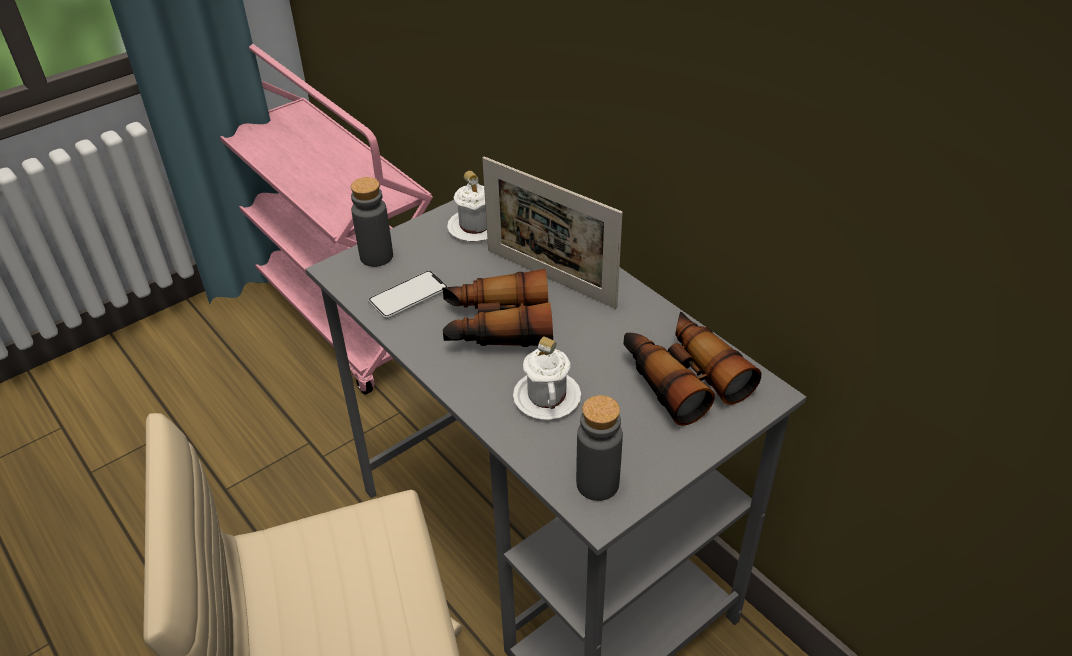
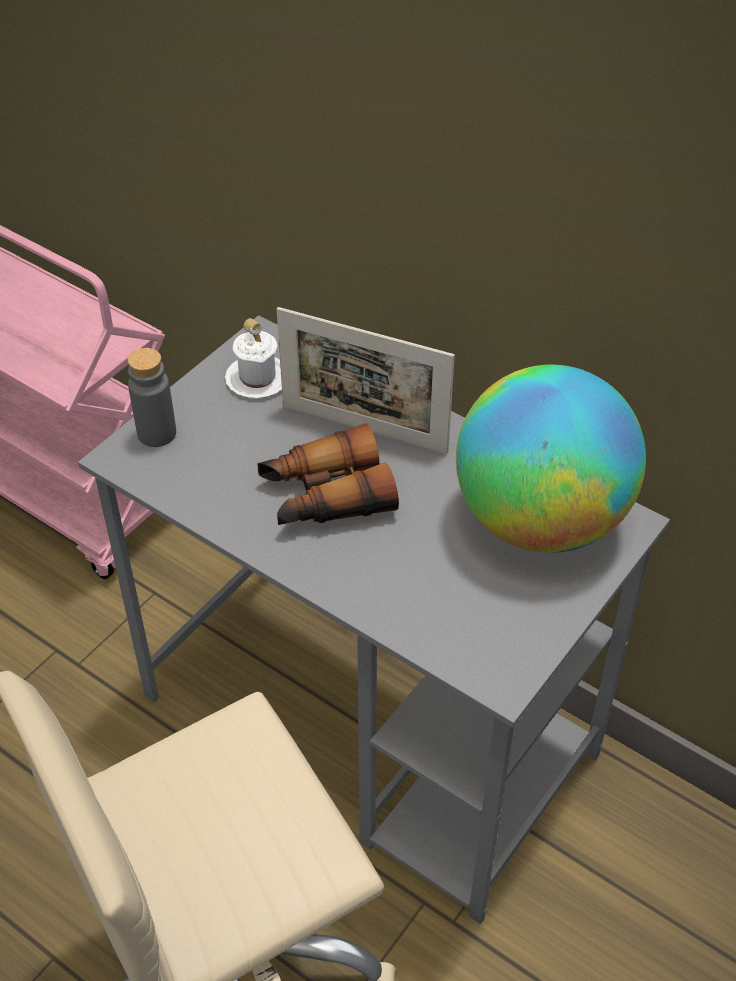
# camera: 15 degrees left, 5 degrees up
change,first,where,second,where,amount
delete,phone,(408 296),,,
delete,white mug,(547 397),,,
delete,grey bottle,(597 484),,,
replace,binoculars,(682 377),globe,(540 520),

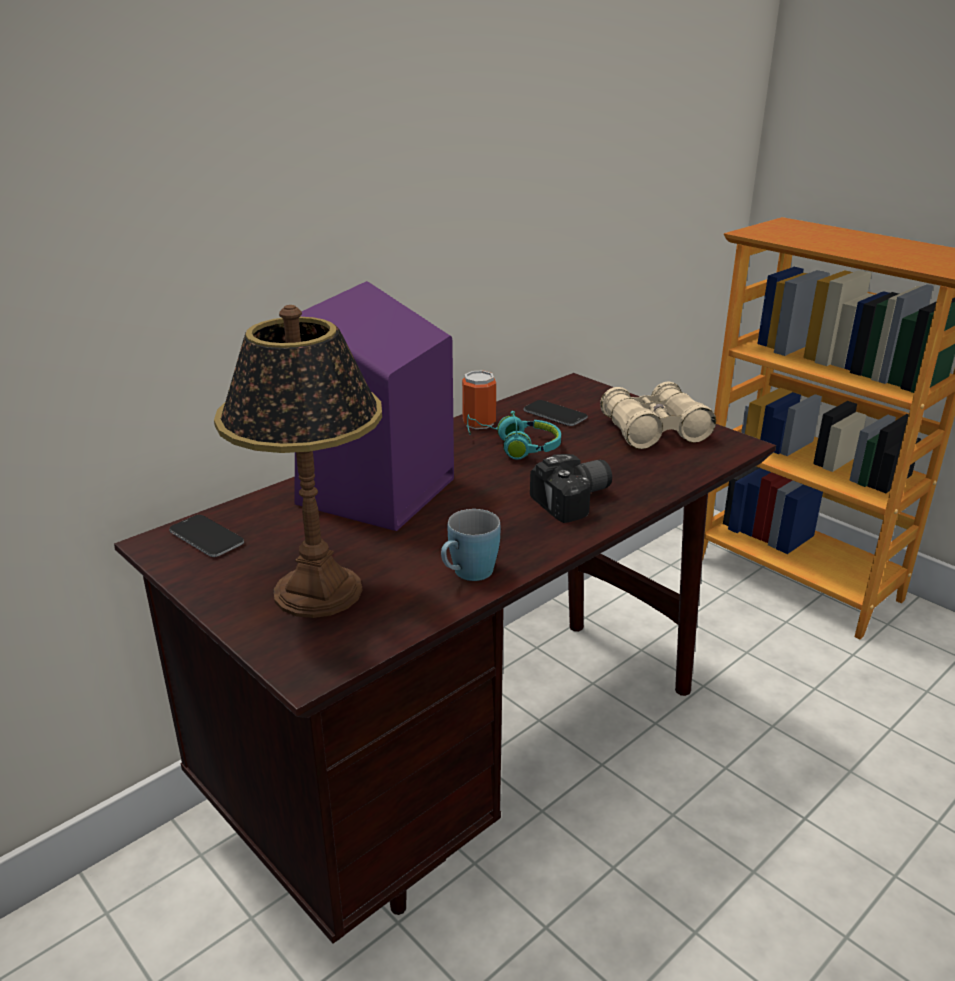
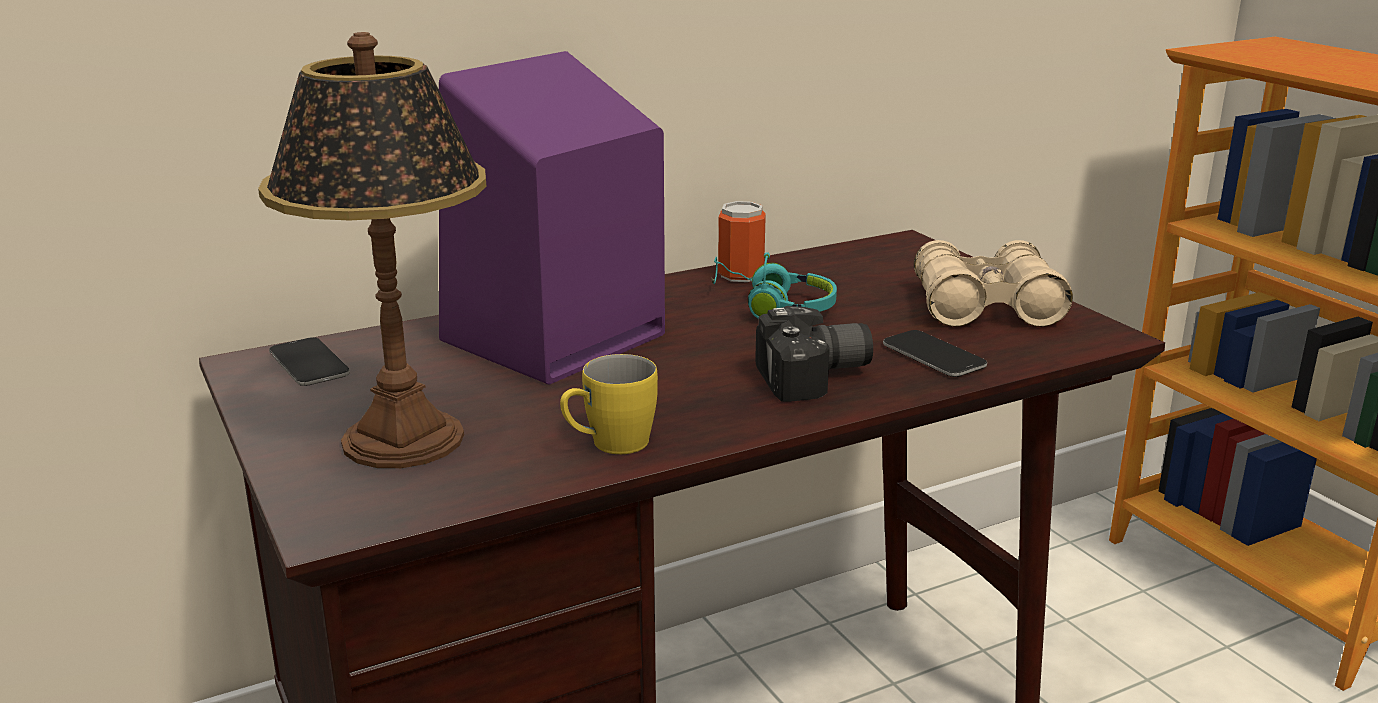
# camera: 15 degrees right, 5 degrees down
change,first,where,second,where,amount
recolor,blue mug,(467 575),yellow mug,(609 446),
move,phone,(555 414),,(933 356),

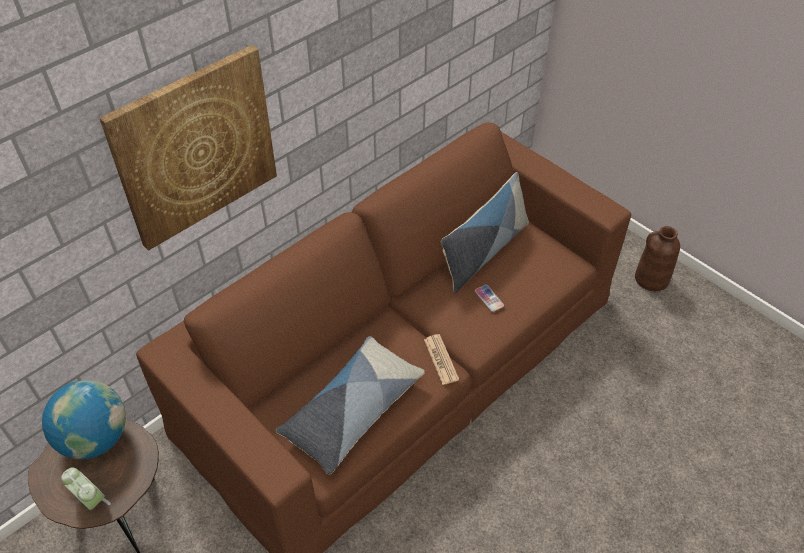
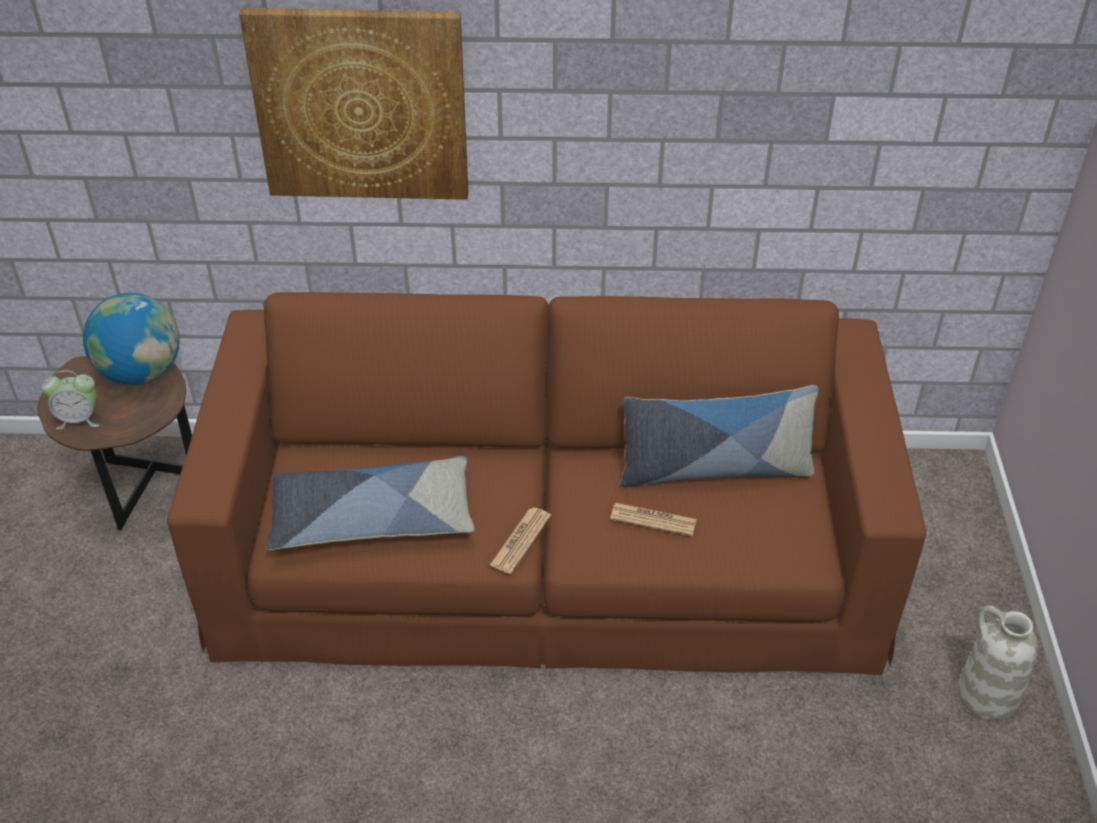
# camera: 45 degrees right, 5 degrees down
change,first,where,second,where,amount
rotate,alarm clock,(91 500),,(79 419),90 degrees clockwise
replace,phone,(489 298),newspaper,(653 520),
recolor,brown vase,(651 279),white vase,(986 695),

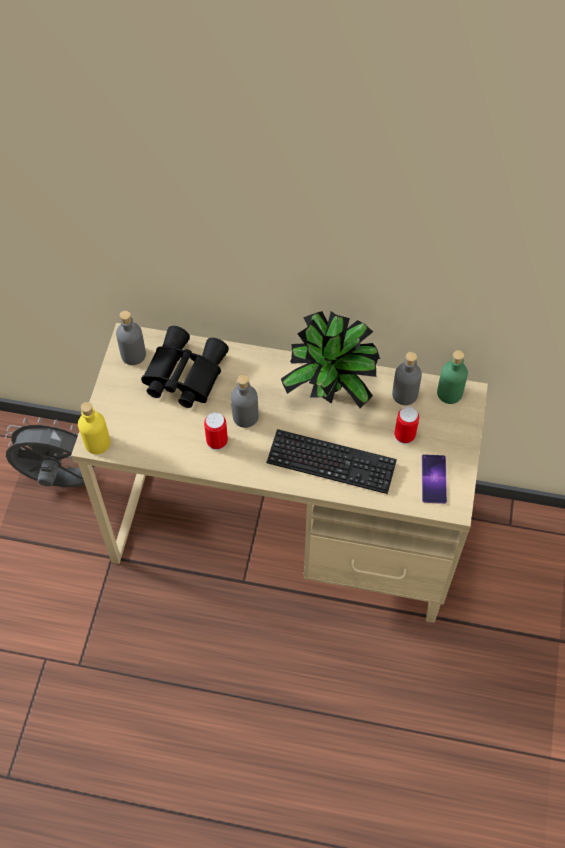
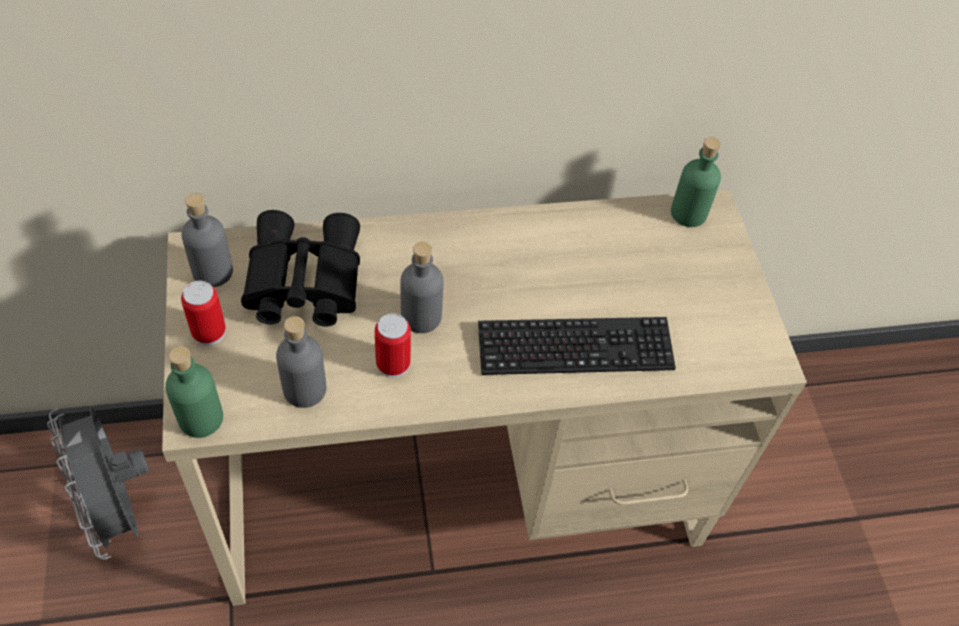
# camera: 25 degrees left, 5 degrees down
change,first,where,second,where,amount
rotate,grey fan,(61 481),,(118 510),105 degrees counterclockwise
recolor,yellow bottle,(97 443),green bottle,(201 418),
delete,potted plant,(331 391),,,
move,grey bottle,(404 394),,(304 389),
move,can,(404 435),,(209 332),
delete,phone,(433 479),,,

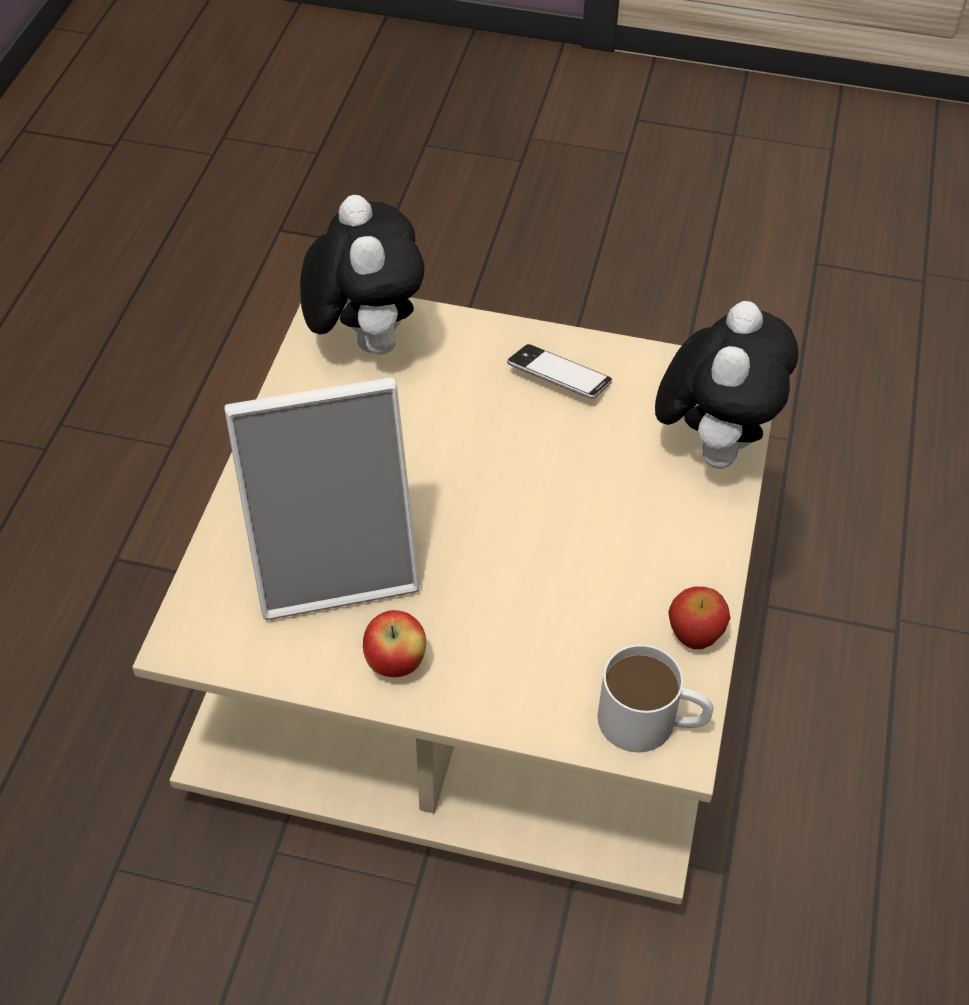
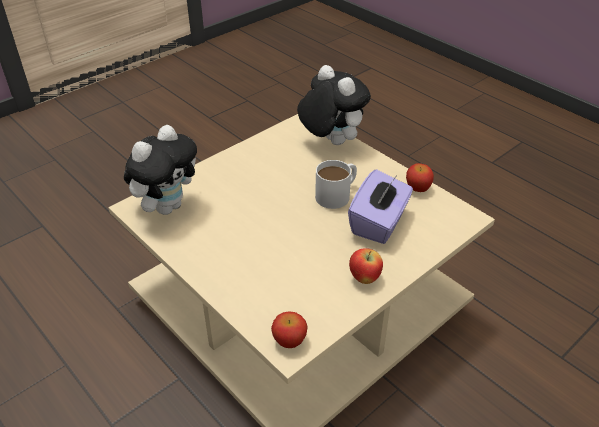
# camera: 55 degrees left, 10 degrees down
change,first,where,second,where,amount
delete,picture frame,(334 561),,,
rotate,plush toy,(364 339),,(167 206),105 degrees clockwise
delete,phone,(559 378),,,
move,white mug,(652 722),,(337 194),
insert,,,apple,(289 341),
insert,,,purple tissue box,(379 223),

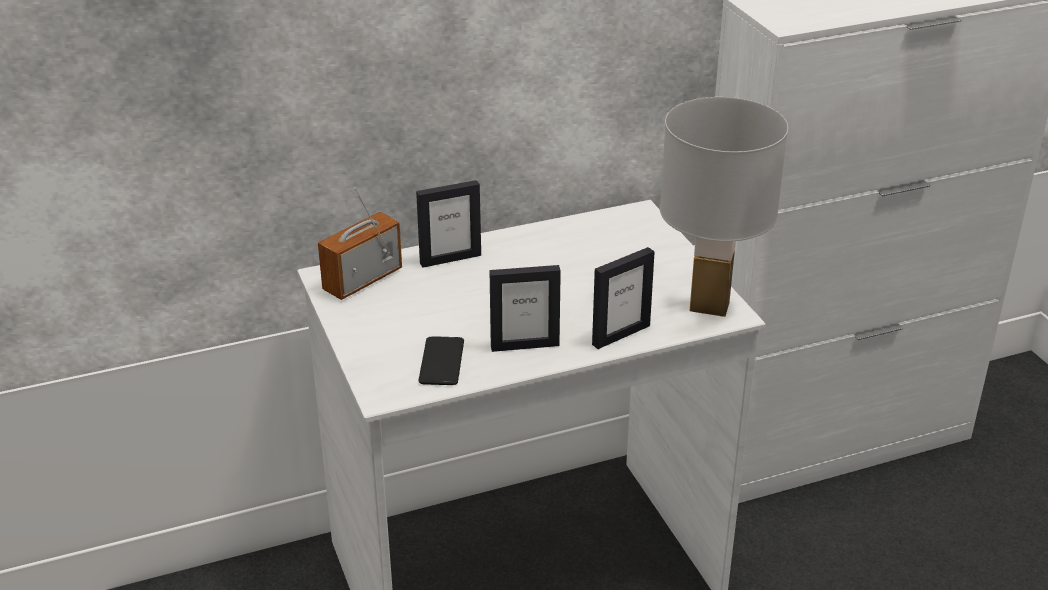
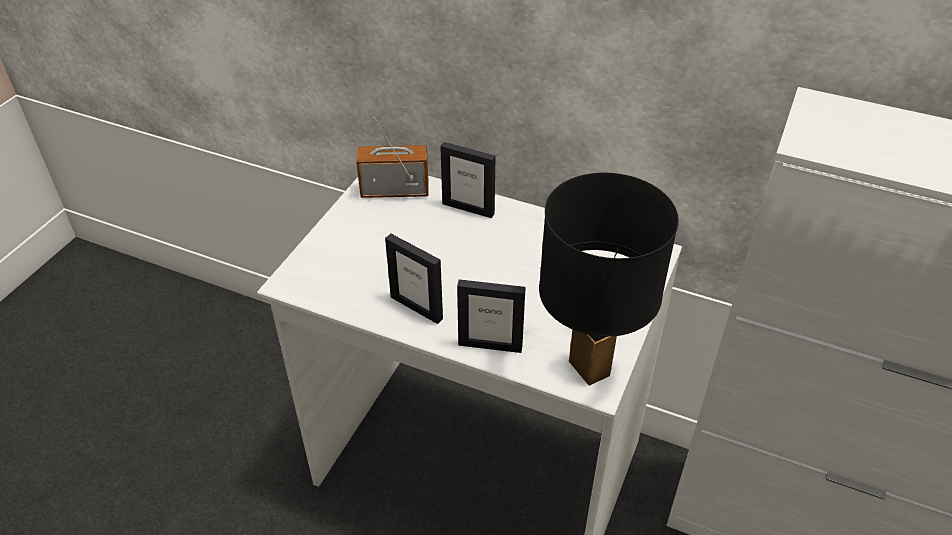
# camera: 45 degrees right, 10 degrees up
change,first,where,second,where,amount
delete,phone,(441 362),,,
recolor,white table lamp,(708 307),black table lamp,(587 368),

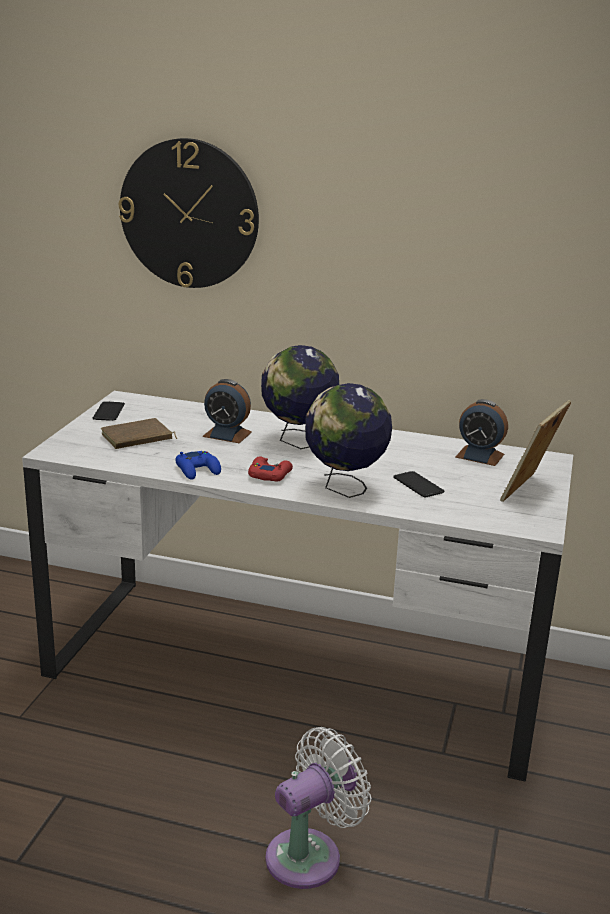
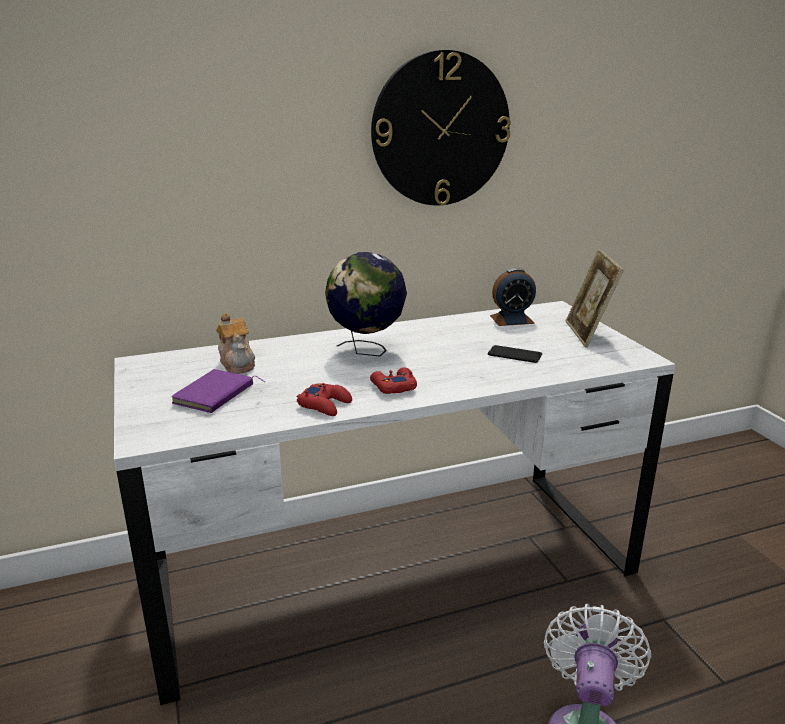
# camera: 35 degrees left, 0 degrees up
change,first,where,second,where,amount
delete,phone,(109 412),,,
recolor,brown book,(137 438),purple book,(216 395),
move,wall clock,(189 214),,(440 130),
recolor,blue game controller,(198 470),red game controller,(325 405),
delete,alarm clock,(227 434),,,
delete,globe,(344 488),,,
insert,,,teapot,(238 363),

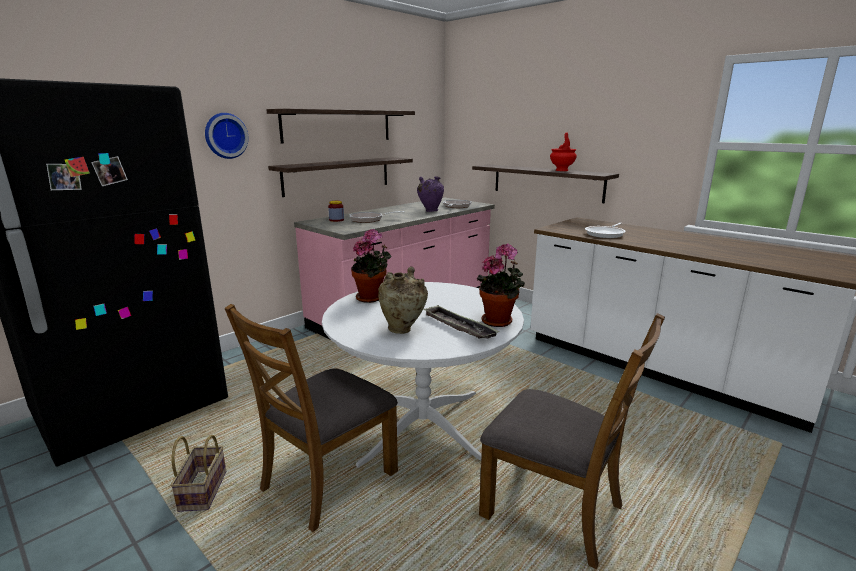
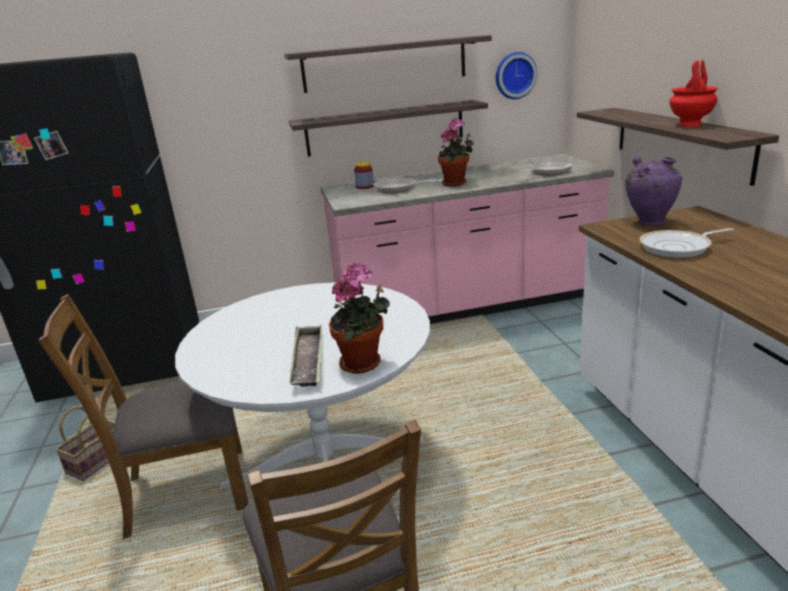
# camera: 35 degrees right, 5 degrees up
change,first,where,second,where,amount
move,wall clock,(225 135),,(514 75),
move,potted plant,(372 298),,(456 183),
delete,beige vase,(403 329),,,
move,purple vase,(430 211),,(649 222),

